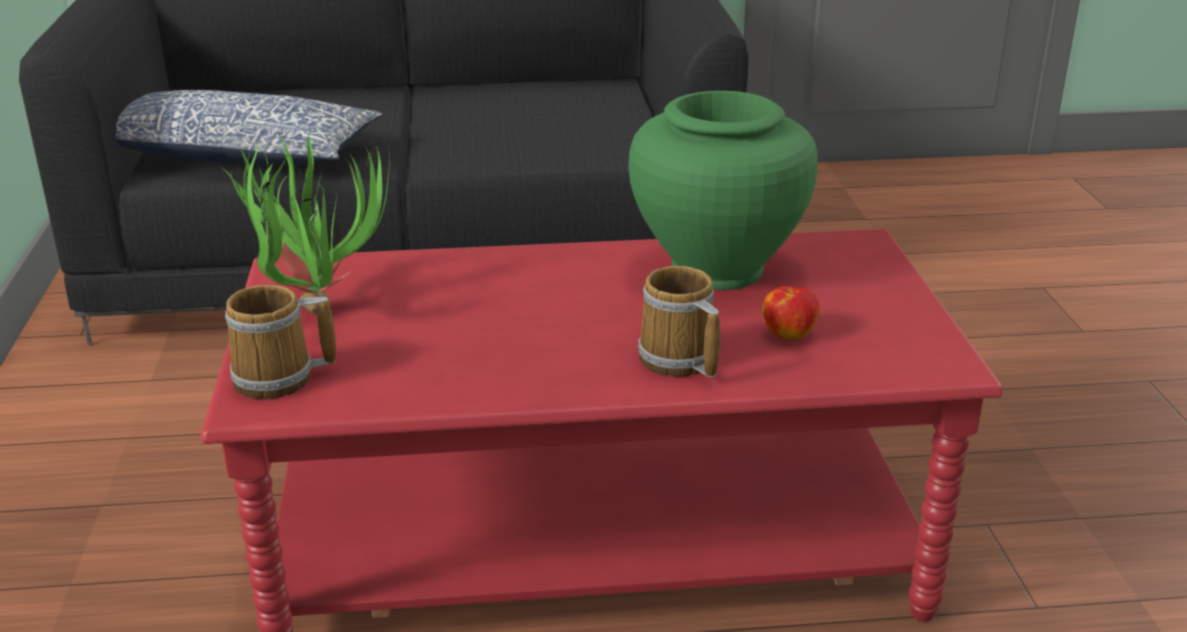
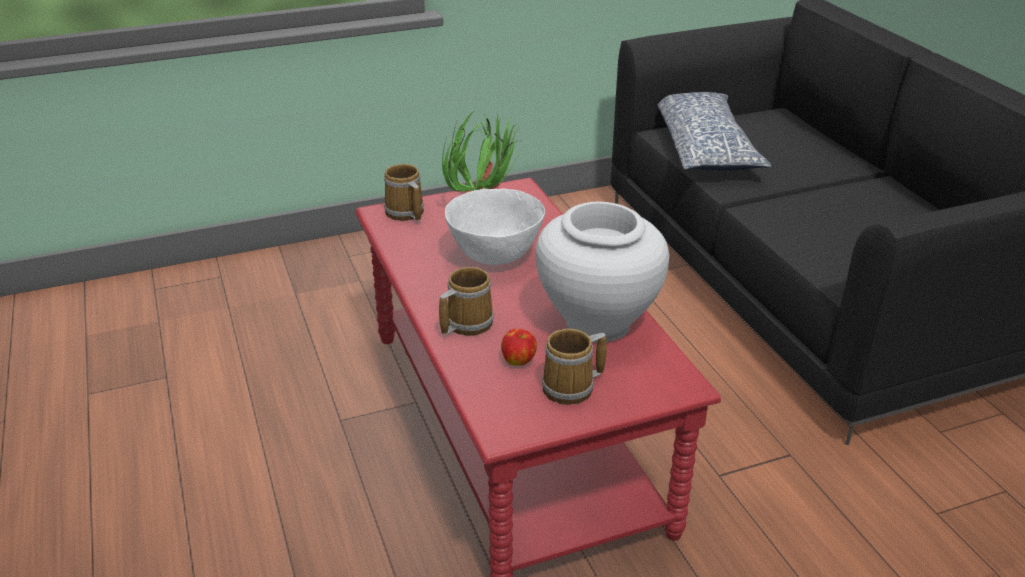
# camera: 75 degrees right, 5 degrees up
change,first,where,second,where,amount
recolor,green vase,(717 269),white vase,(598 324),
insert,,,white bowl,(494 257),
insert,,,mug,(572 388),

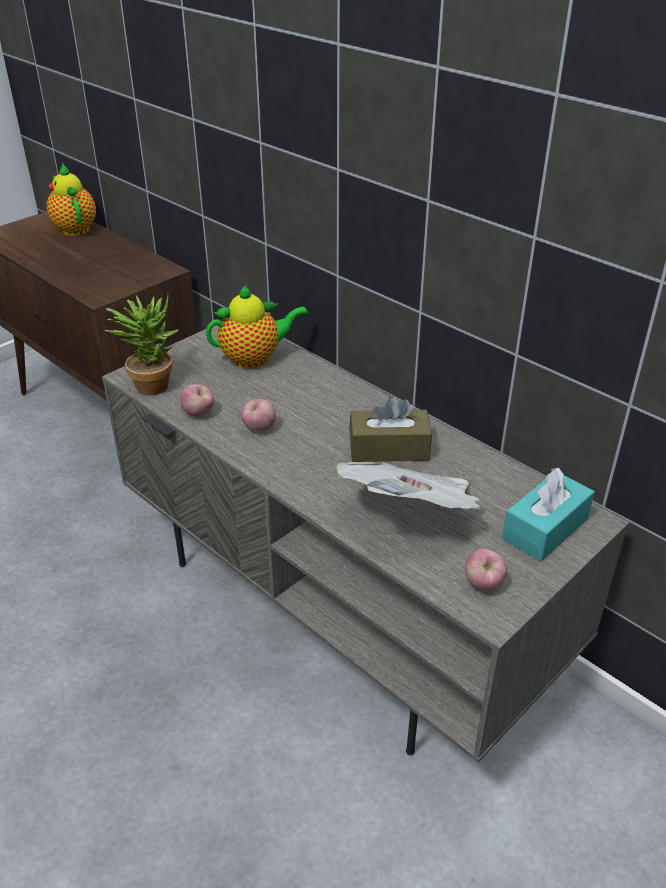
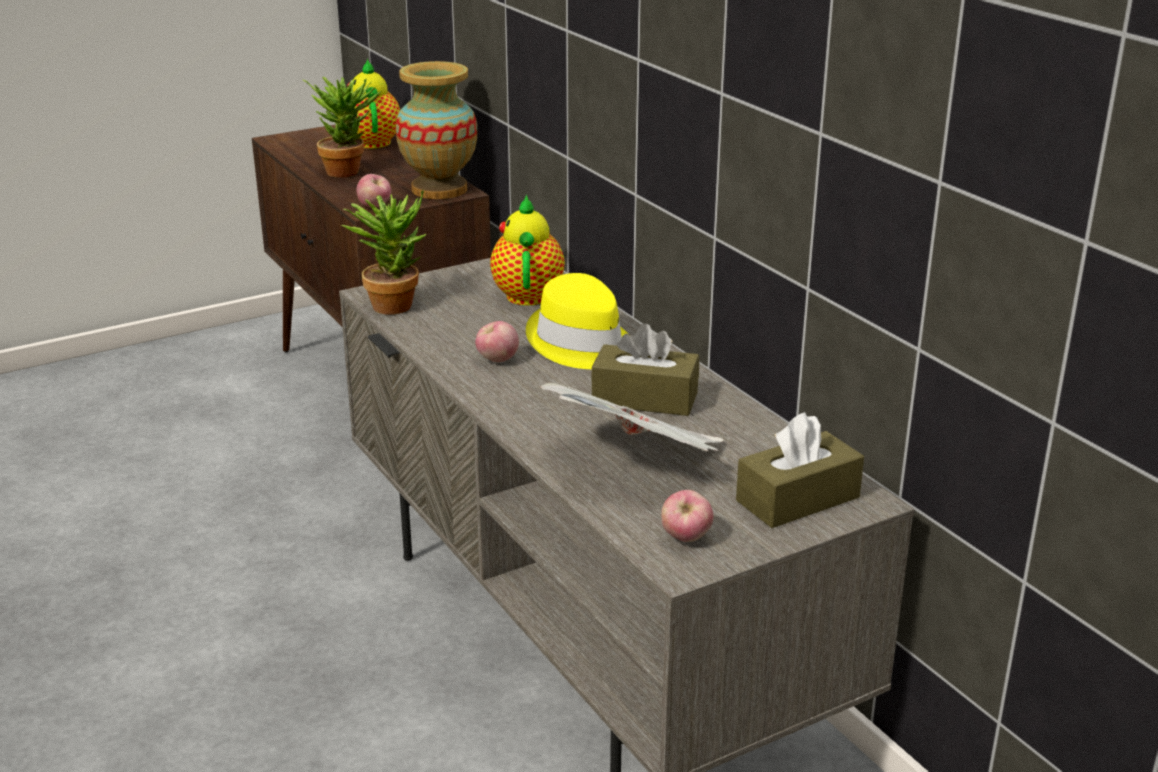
# camera: 15 degrees right, 10 degrees down
change,first,where,second,where,amount
move,apple,(198 413),,(375 207),
rotate,teapot,(254 358),,(528 293),90 degrees counterclockwise
recolor,turquoise tissue box,(545 529),brown tissue box,(797 499),
insert,,,potted plant,(348 170),
insert,,,vase,(439 189),
insert,,,yellow hat,(581 344),

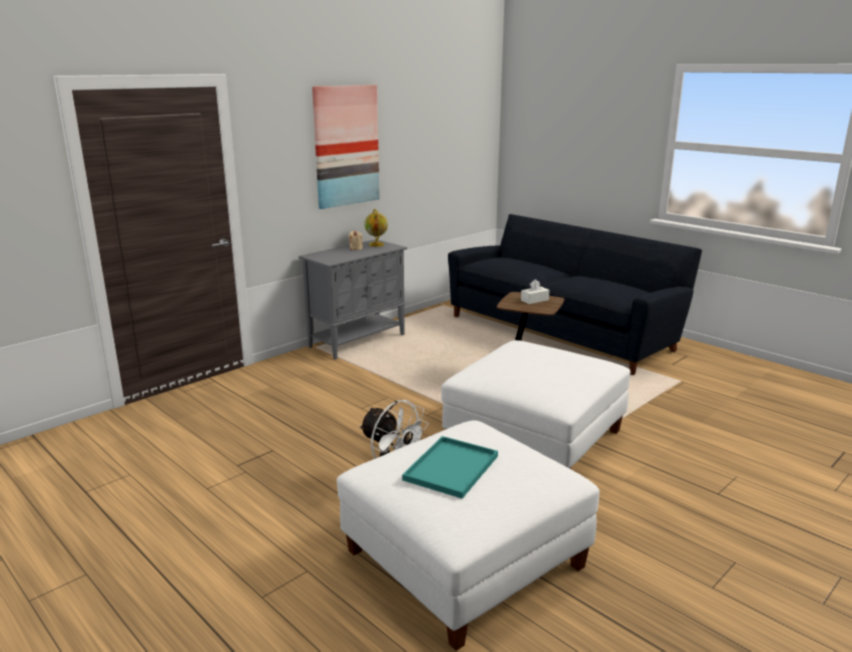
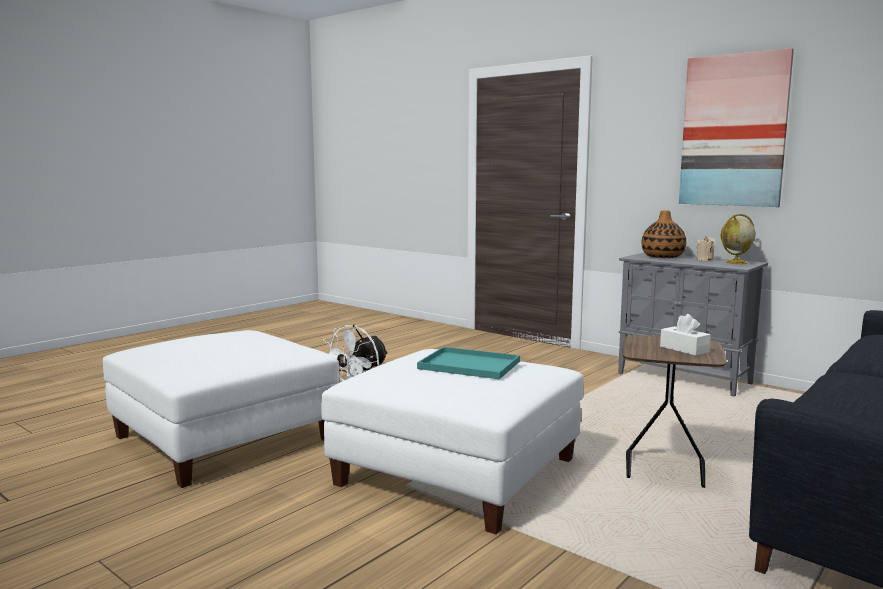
# camera: 85 degrees right, 10 degrees down
change,first,where,second,where,amount
move,turquoise tray,(451 469),,(467 365),
insert,,,vase,(663 256),

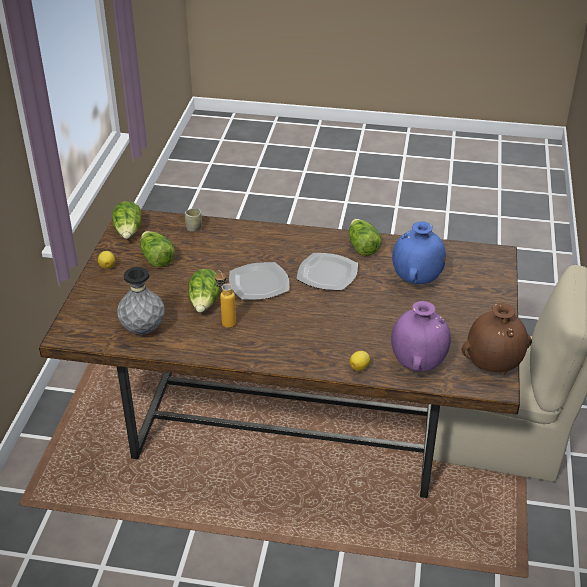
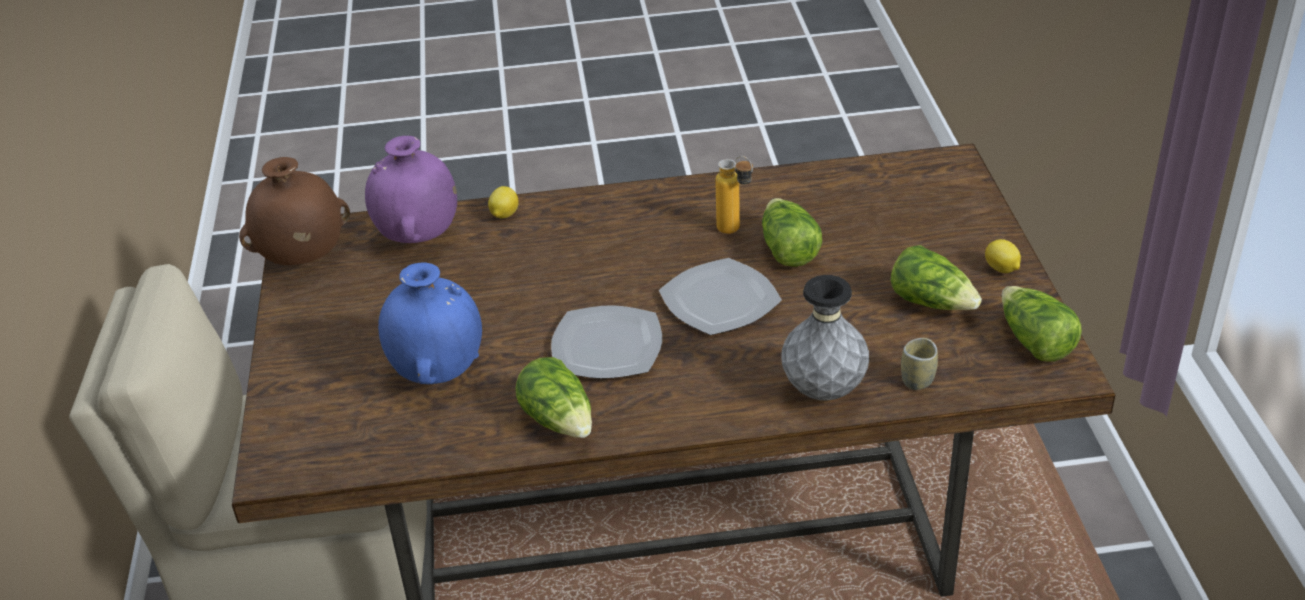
# camera: 165 degrees right, 0 degrees up
change,first,where,second,where,amount
move,grey vase,(143 329),,(823 391),

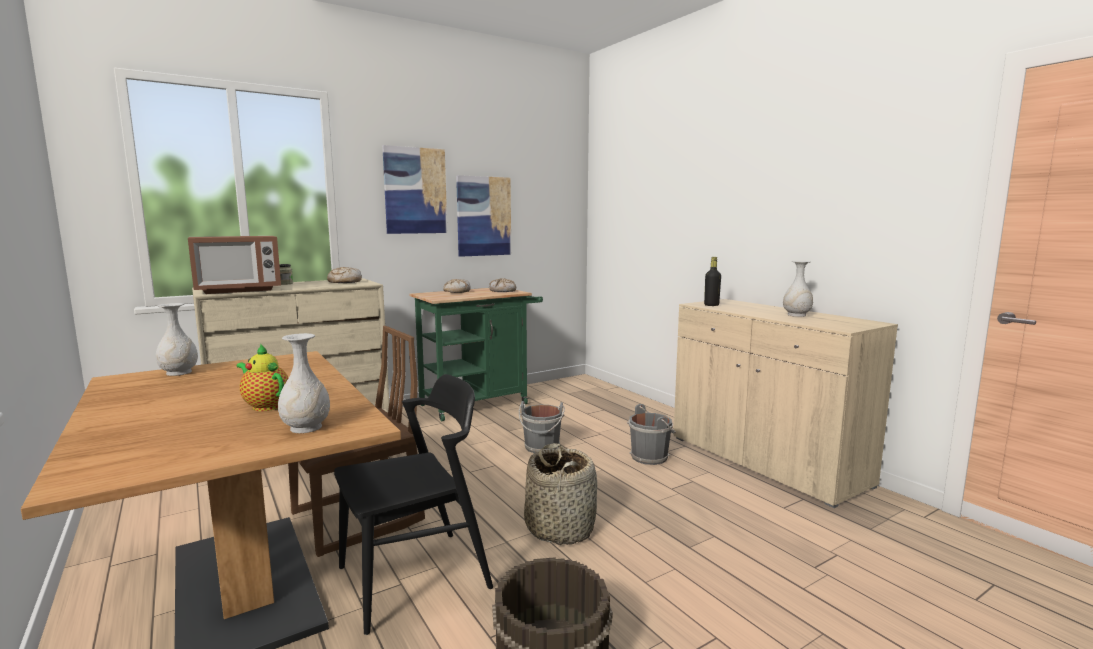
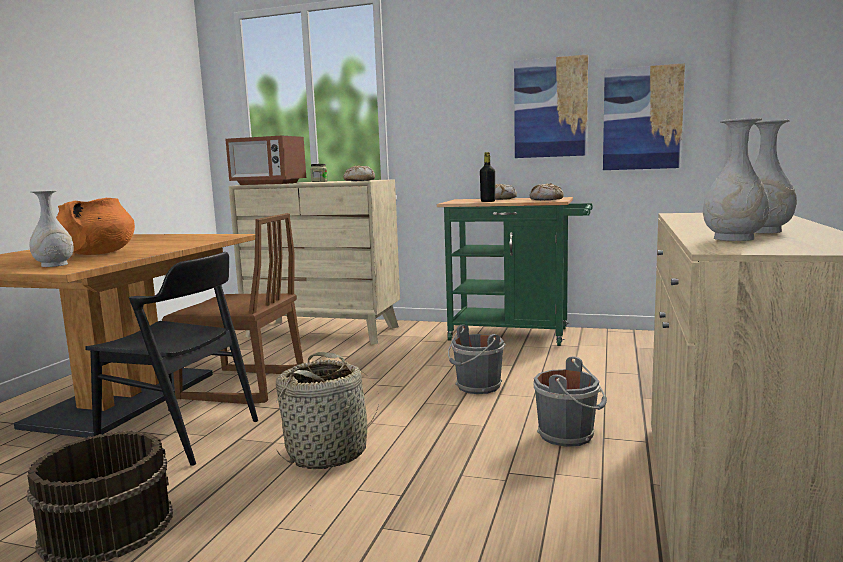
# camera: 50 degrees right, 0 degrees up
change,first,where,second,where,amount
move,white vase,(179 372),,(734 239),
replace,teapot,(265 406),orange cooking pot,(97 254),
move,picture,(415 191),,(642 118),
move,black bottle,(711 305),,(487 201),

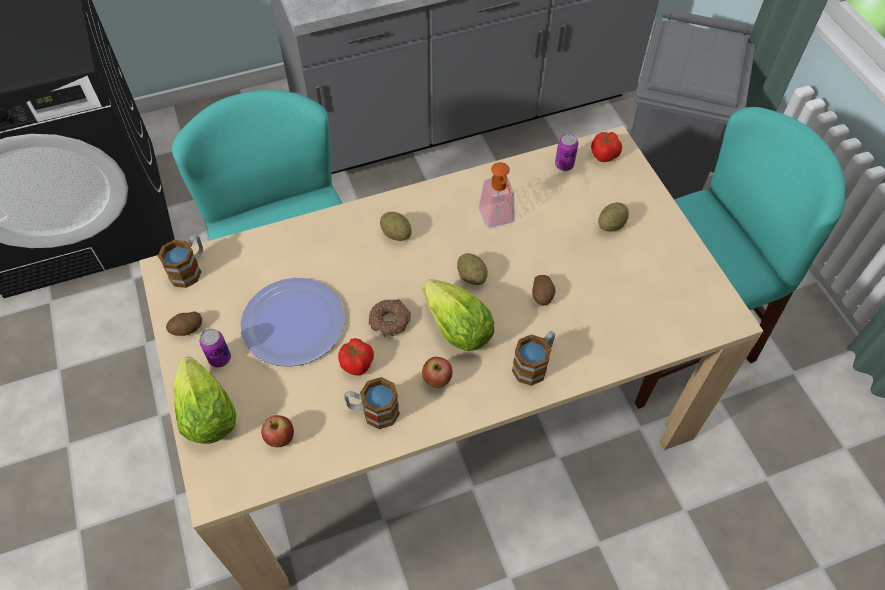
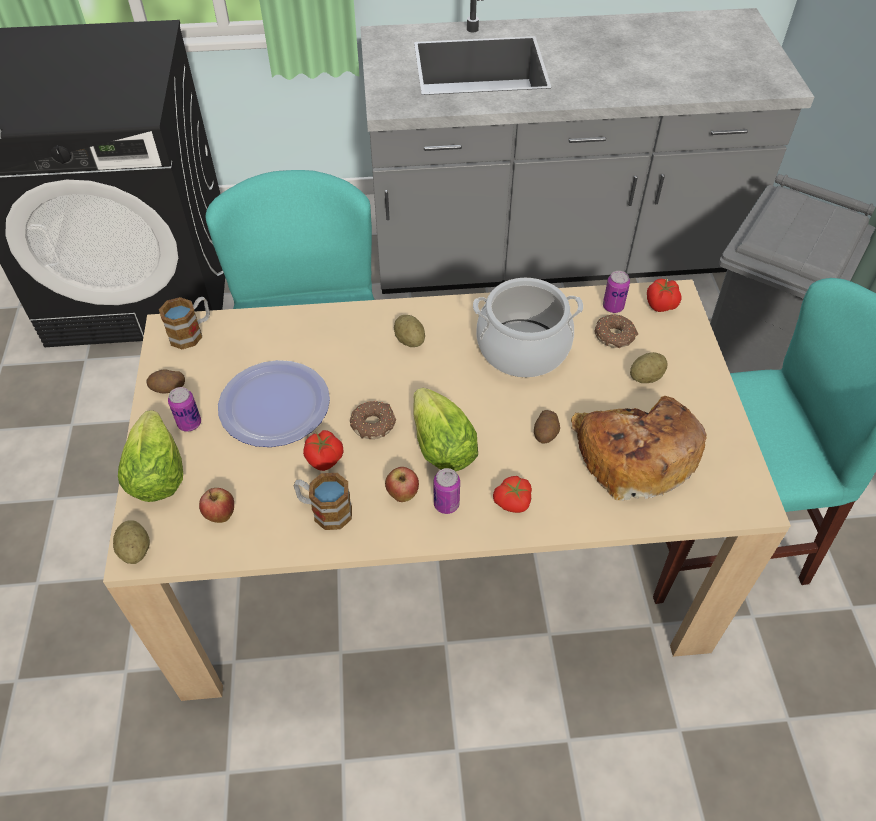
# camera: 15 degrees right, 5 degrees down
change,first,where,second,where,amount
move,potato,(471 276),,(135 550),
replace,soap dispenser,(498 220),cooking pot,(522 348),
replace,mug,(534 364),tomato,(513 502),
insert,,,can,(446 504),
insert,,,bread,(633 453),
insert,,,donut,(615 336),

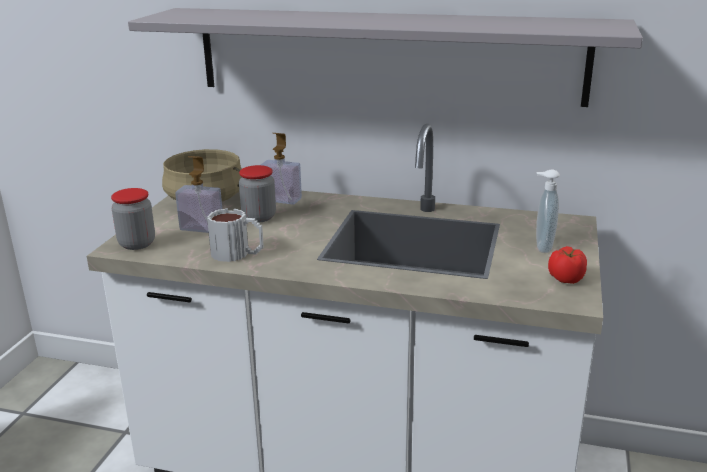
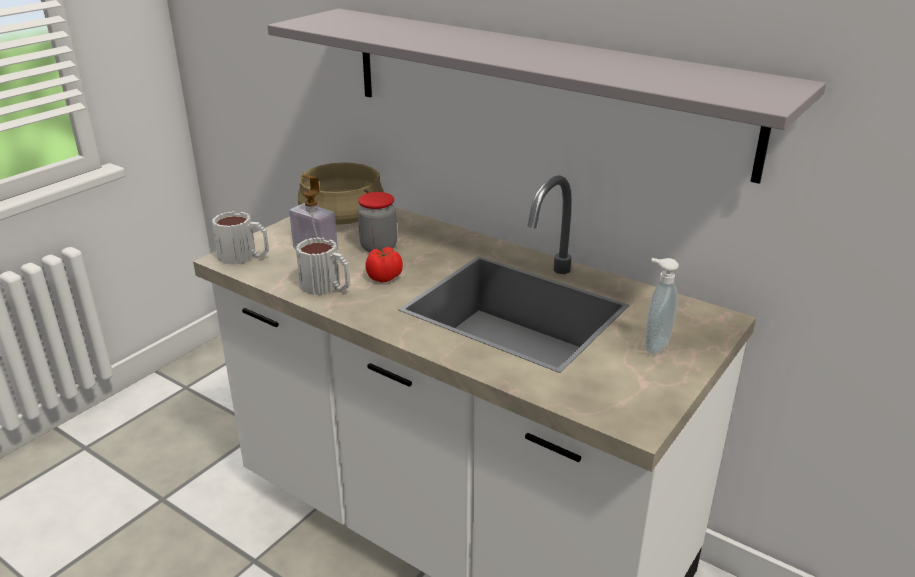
# camera: 20 degrees right, 5 degrees up
change,first,where,second,where,amount
replace,jar,(137 244),mug,(245 257),
delete,soap dispenser,(281 199),,,
move,tomato,(567 278),,(385 277),

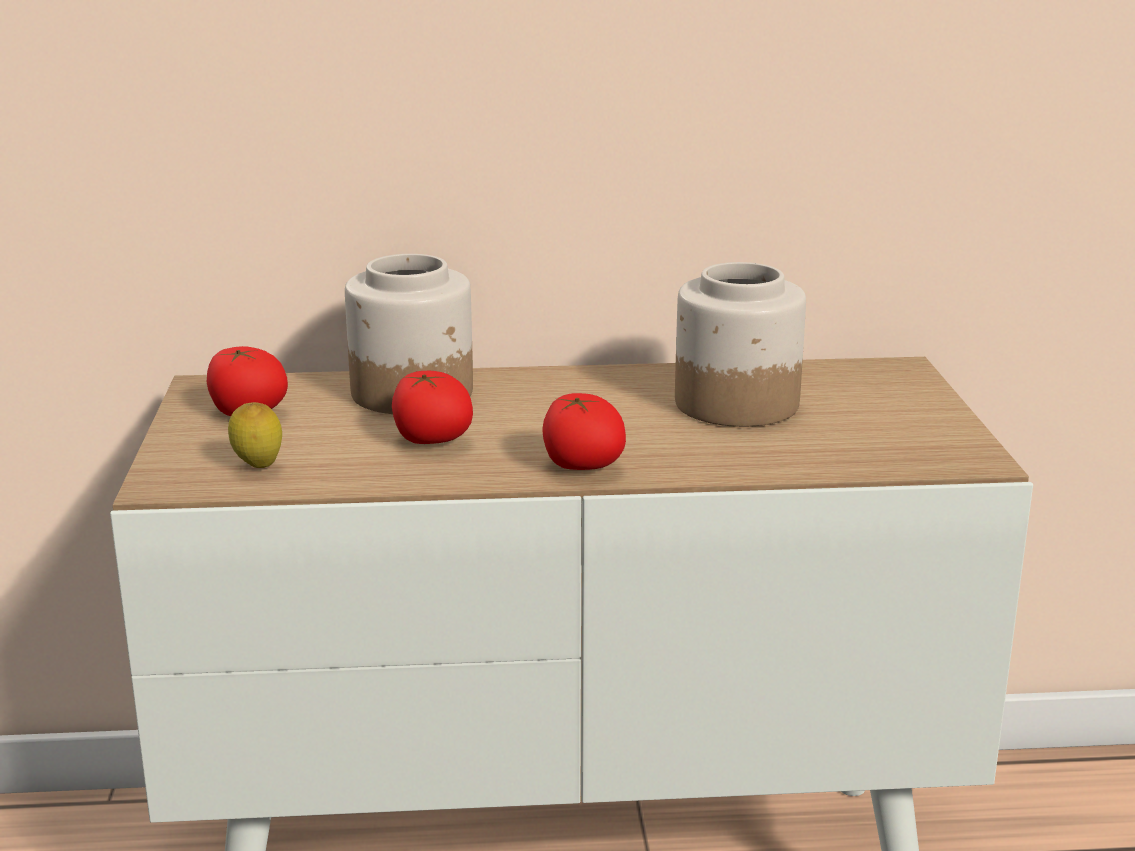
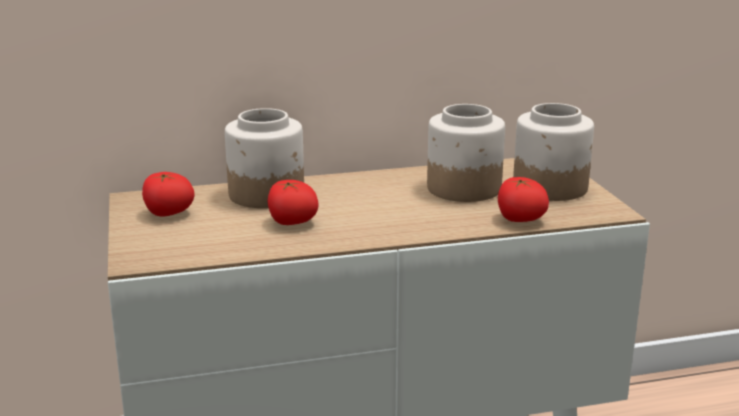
# camera: 10 degrees left, 0 degrees up
change,first,where,second,where,amount
delete,lemon,(258 468),,,
move,tomato,(581 466),,(520 219),
insert,,,jar,(551 187),

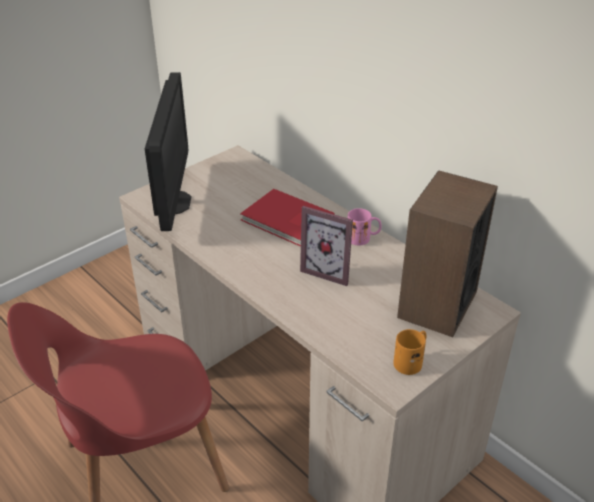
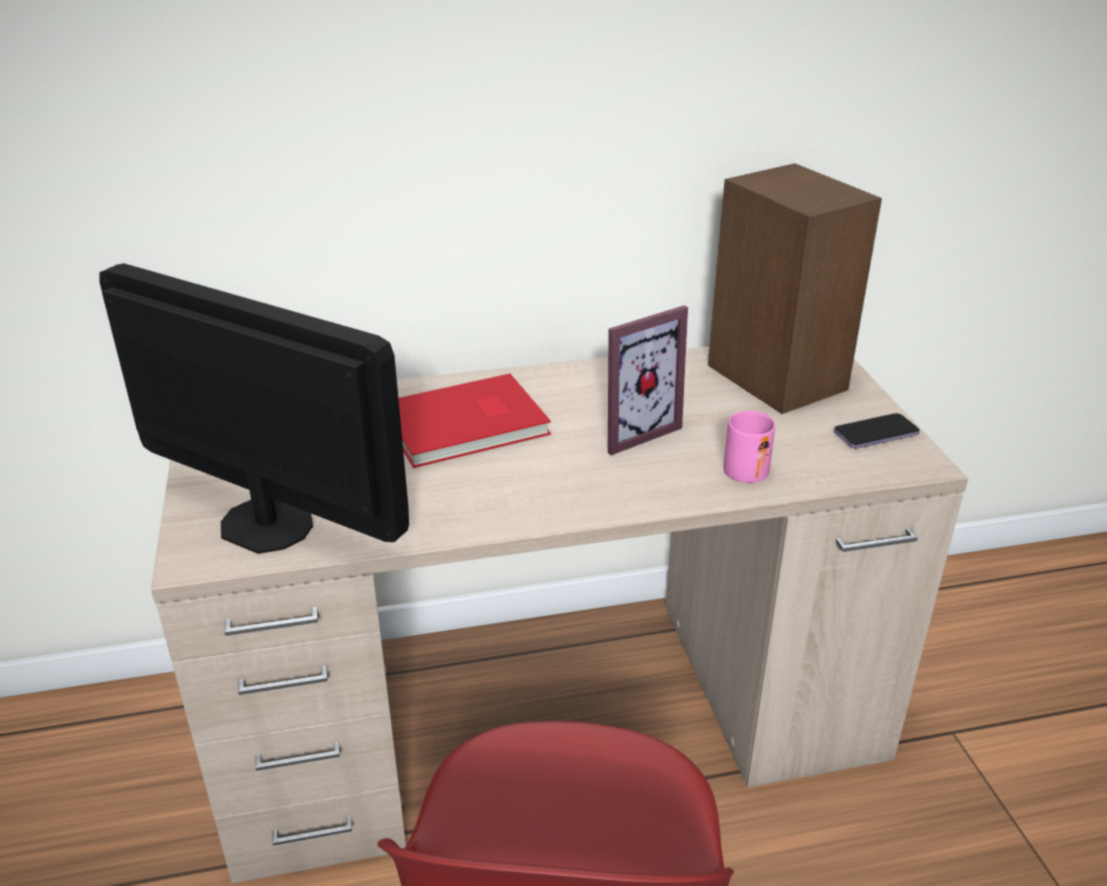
# camera: 60 degrees left, 5 degrees down
change,first,where,second,where,amount
move,pink mug,(363 238),,(749 465),
replace,orange mug,(411 360),phone,(876 433),

